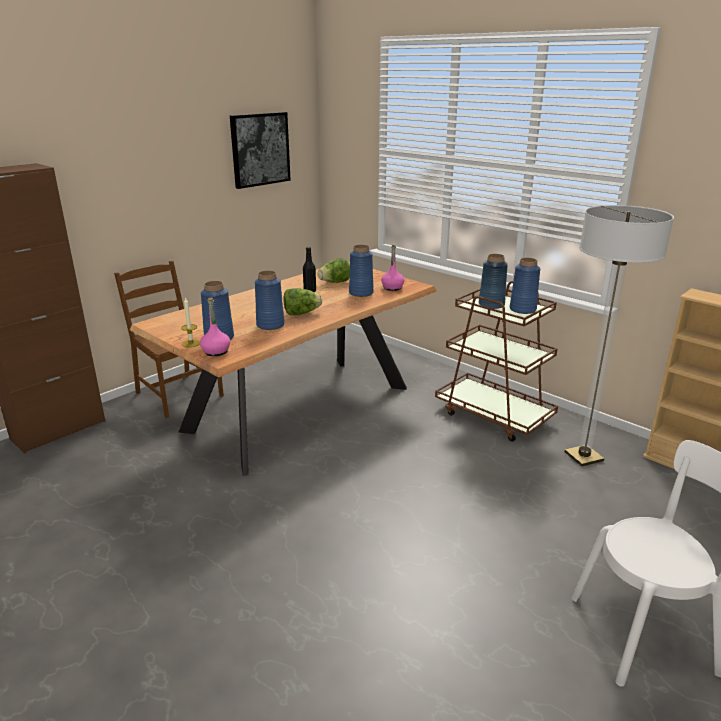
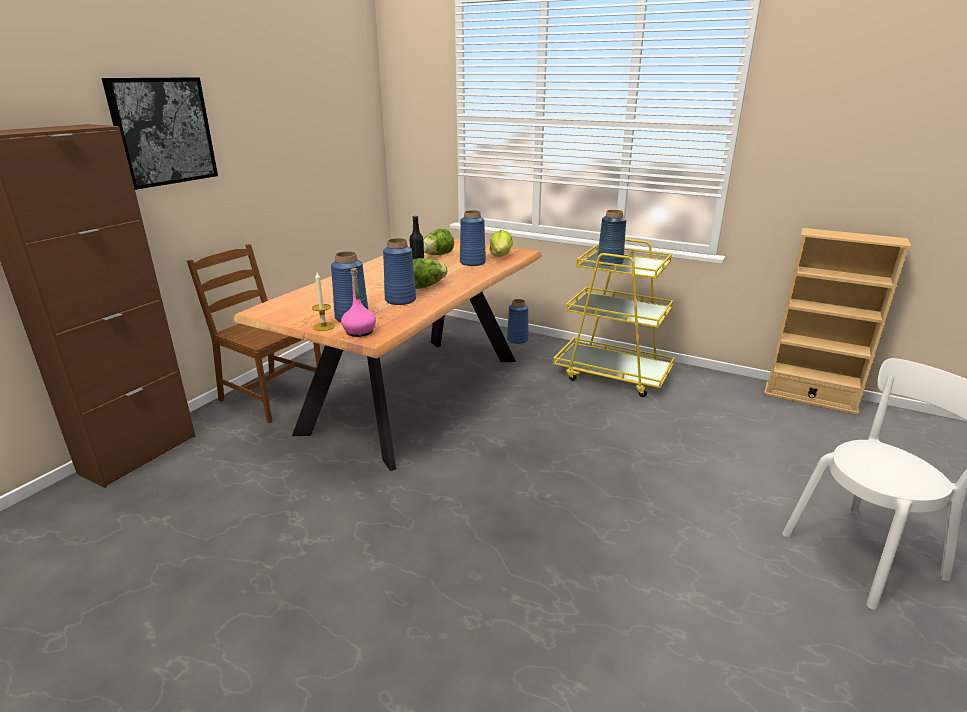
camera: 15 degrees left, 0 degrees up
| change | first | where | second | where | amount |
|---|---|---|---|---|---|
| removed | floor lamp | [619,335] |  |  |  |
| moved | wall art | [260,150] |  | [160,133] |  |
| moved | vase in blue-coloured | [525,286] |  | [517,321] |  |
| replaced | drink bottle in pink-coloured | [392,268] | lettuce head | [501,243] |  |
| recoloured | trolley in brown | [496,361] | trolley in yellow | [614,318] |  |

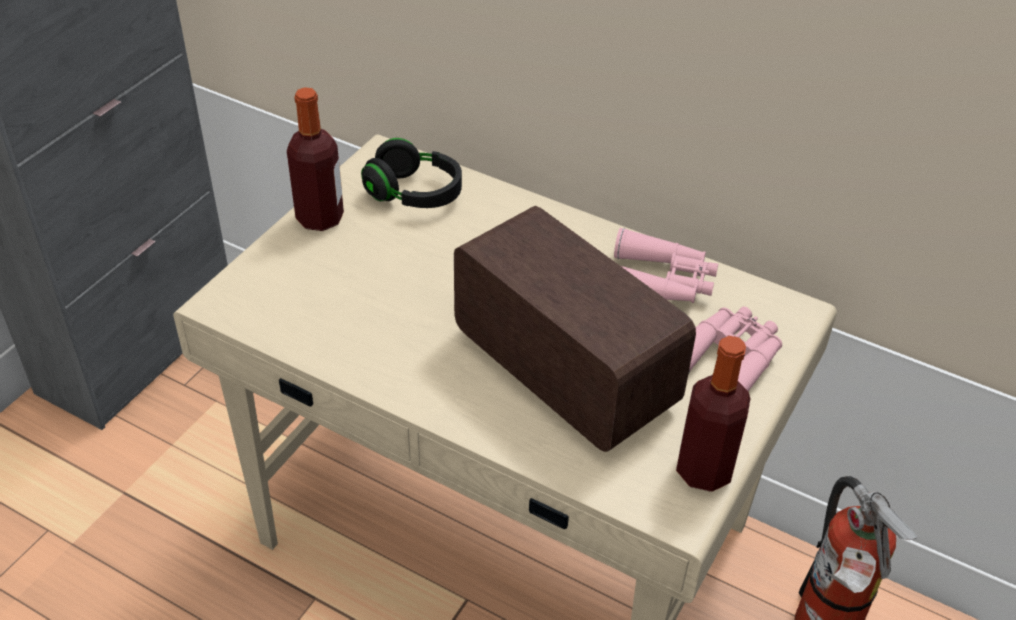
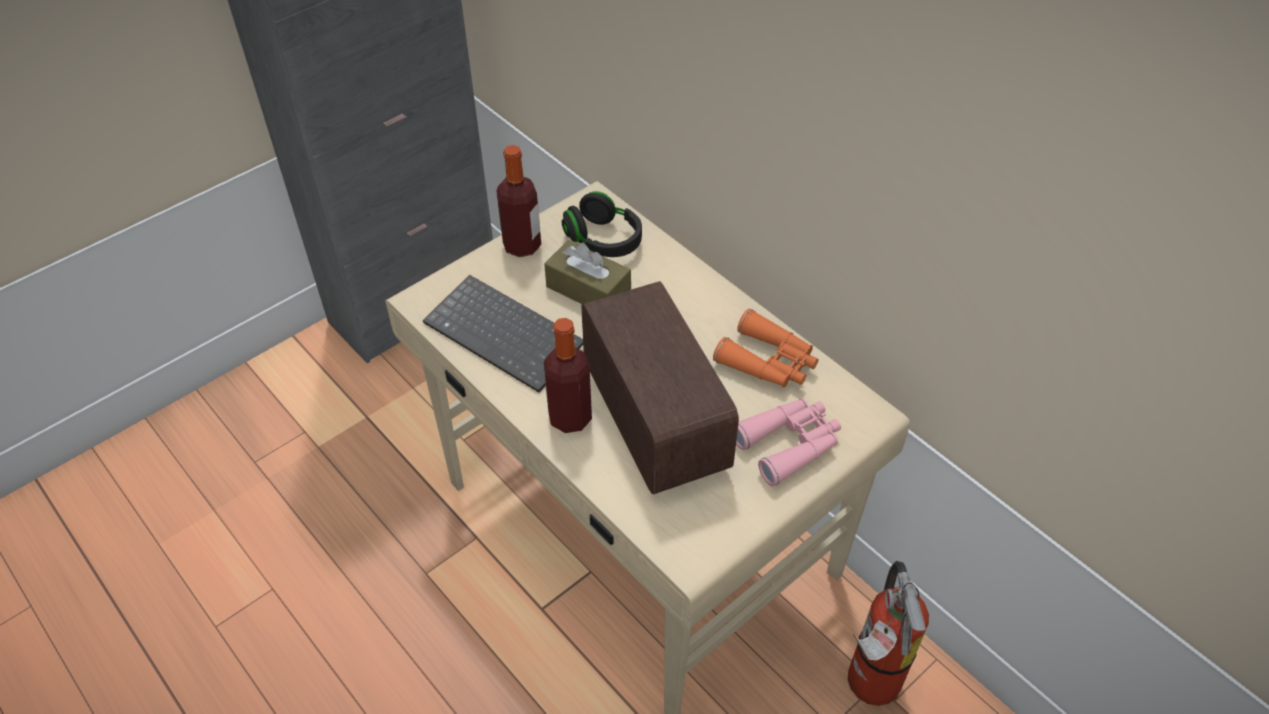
camera: 20 degrees right, 5 degrees up
| change | first | where | second | where | amount |
|---|---|---|---|---|---|
| added |  |  | computer keyboard | [503,334] |  |
| added |  |  | tissue holder in brown | [587,272] |  |
| moved | drink bottle | [713,414] |  | [568,375] |  |
| recoloured | pair of binoculars in pink-coloured | [666,265] | pair of binoculars in orangey | [766,348] |  |

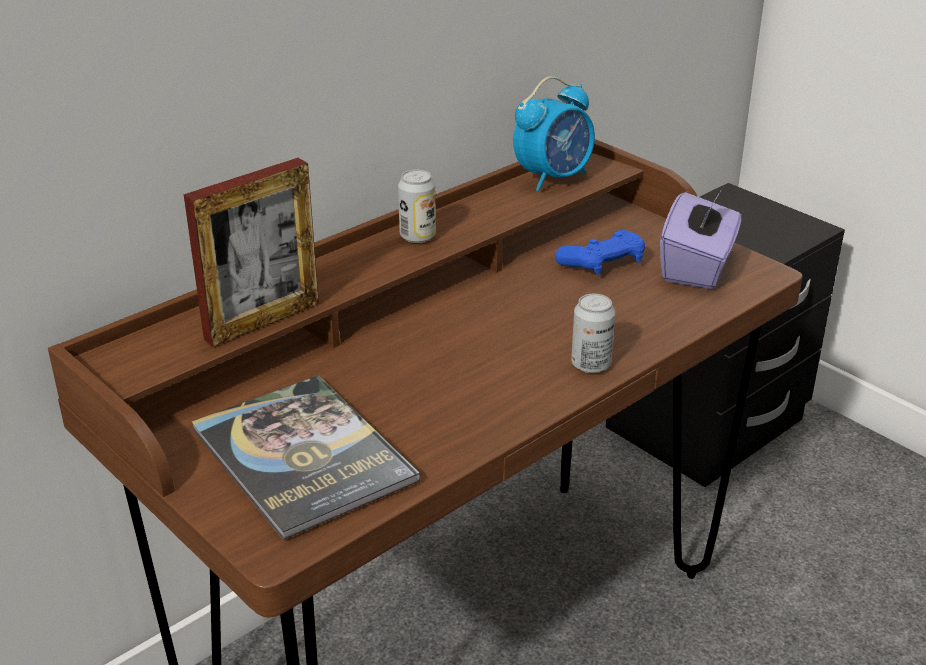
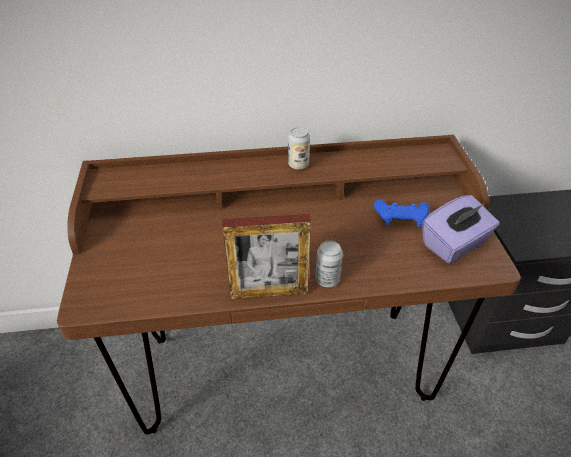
camera: 35 degrees right, 10 degrees up
| change | first | where | second | where | amount |
|---|---|---|---|---|---|
| removed | bound book | [305,457] |  |  |  |
| removed | table clock | [554,133] |  |  |  |
| moved | photo frame | [251,252] |  | [267,256] |  |

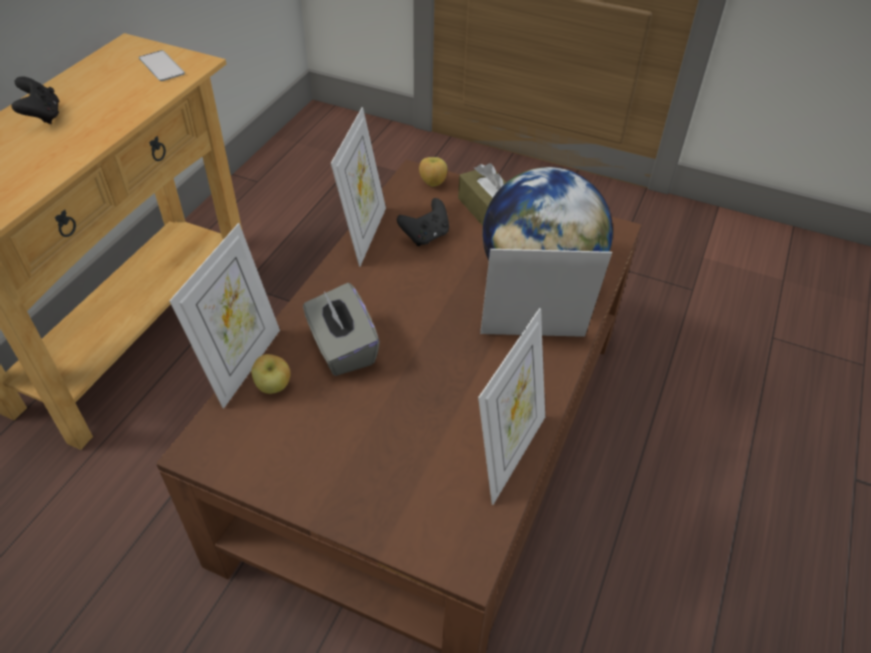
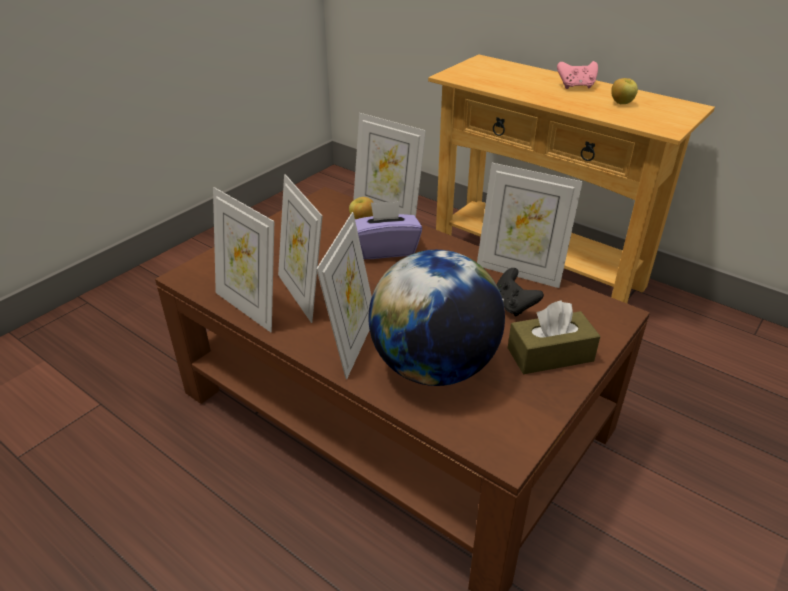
camera: 105 degrees right, 10 degrees down
| change | first | where | second | where | amount |
|---|---|---|---|---|---|
| removed | handset | [162,65] |  |  |  |
| added |  |  | photo frame | [300,248] |  |
| moved | apple | [433,172] |  | [624,91] |  |
| recoloured | game controller in black-coloured | [35,100] | game controller in pink-coloured | [577,75] |  |
| recoloured | tissue holder in greyish | [341,329] | tissue holder in purplish | [388,230] |  |

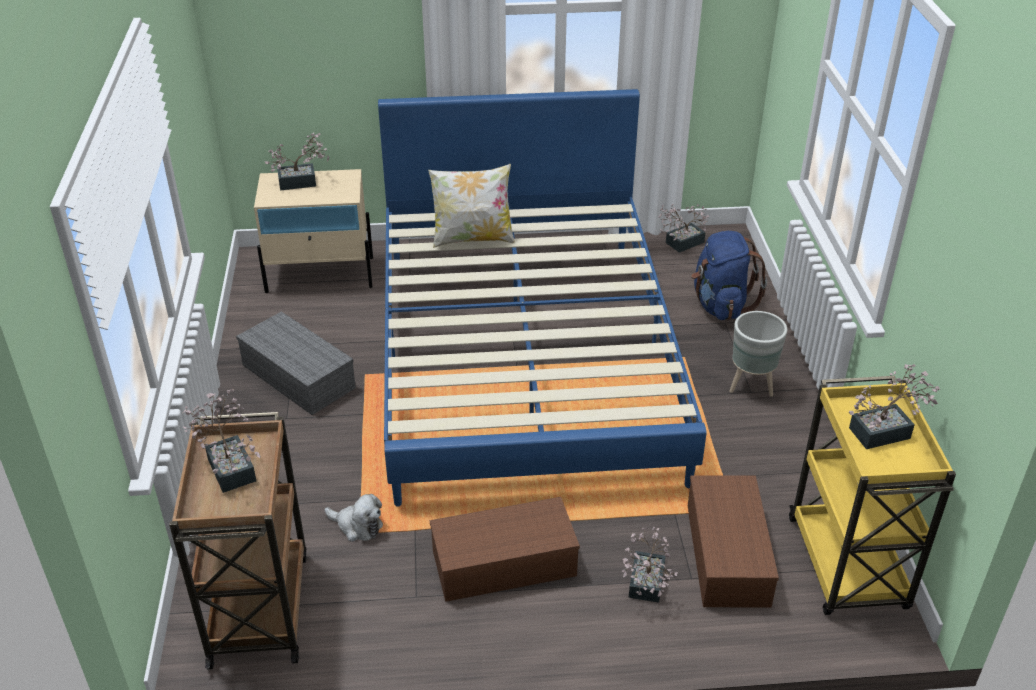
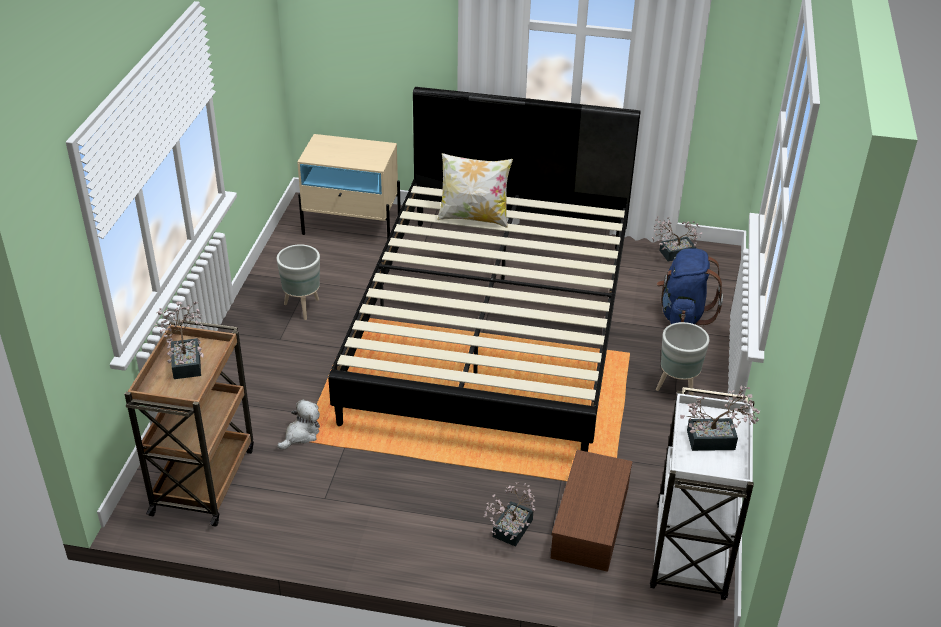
camera: 15 degrees right, 0 degrees up
| change | first | where | second | where | amount |
|---|---|---|---|---|---|
| removed | plant in a pot | [297,161] |  |  |  |
| removed | storage box in brown | [505,549] |  |  |  |
| replaced | storage box in greyish | [296,363] | flower pot in greyish | [298,282] |  |
| recoloured | bed in blue-coloured | [542,298] | bed in black-coloured | [484,269] |  |
| recoloured | trolley in yellow | [872,495] | trolley in white | [702,493] |  |
| turned | soft toy | [354,518] |  | [298,425] | 90 degrees counterclockwise |

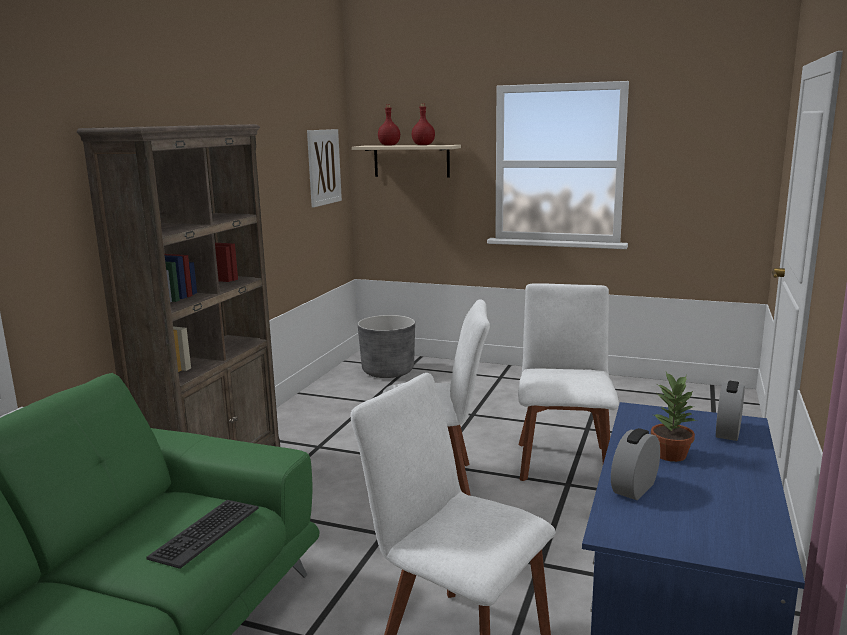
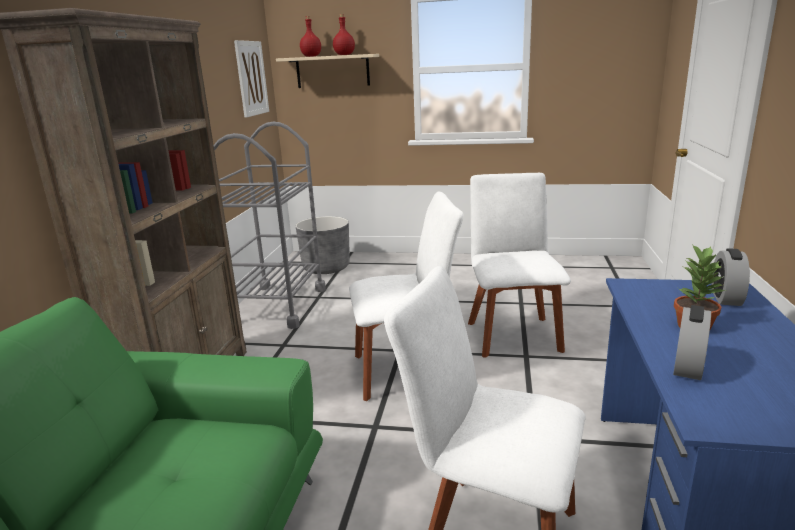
camera: 10 degrees left, 5 degrees up
| change | first | where | second | where | amount |
|---|---|---|---|---|---|
| removed | computer keyboard | [202,534] |  |  |  |
| added |  |  | trolley in greyish | [270,225] |  |

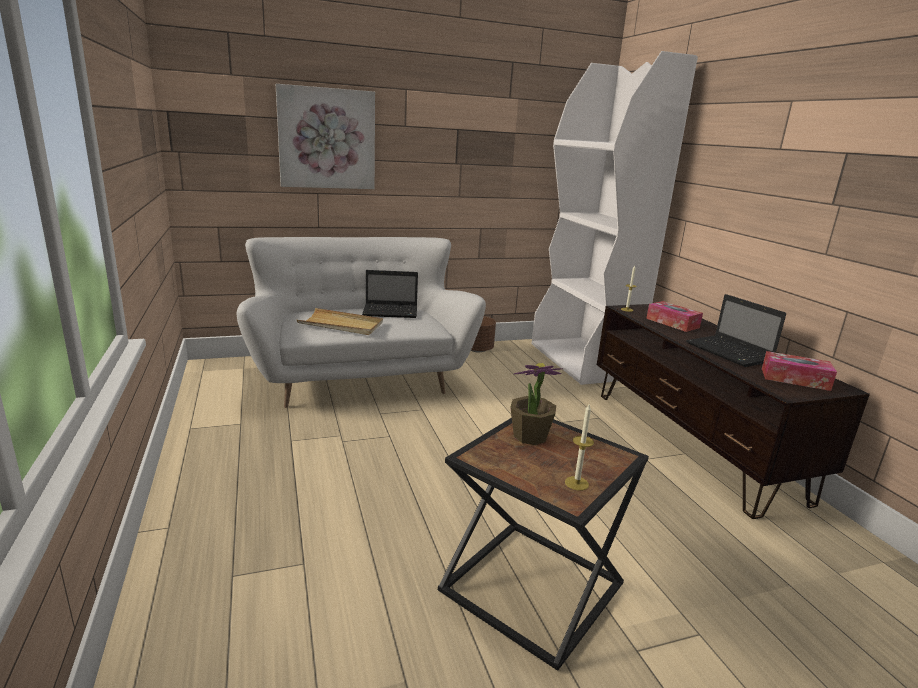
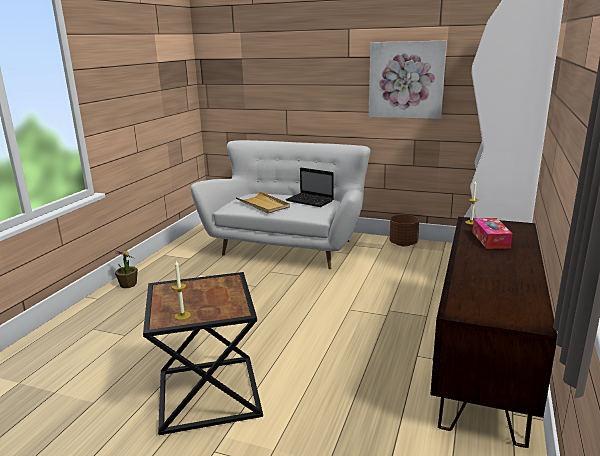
camera: 40 degrees right, 0 degrees up
| change | first | where | second | where | amount |
|---|---|---|---|---|---|
| removed | laptop | [736,330] |  |  |  |
| removed | tissue holder | [799,371] |  |  |  |
| moved | wall art | [325,136] |  | [408,80] |  |
| moved | plant in a pot | [536,404] |  | [126,269] |  |

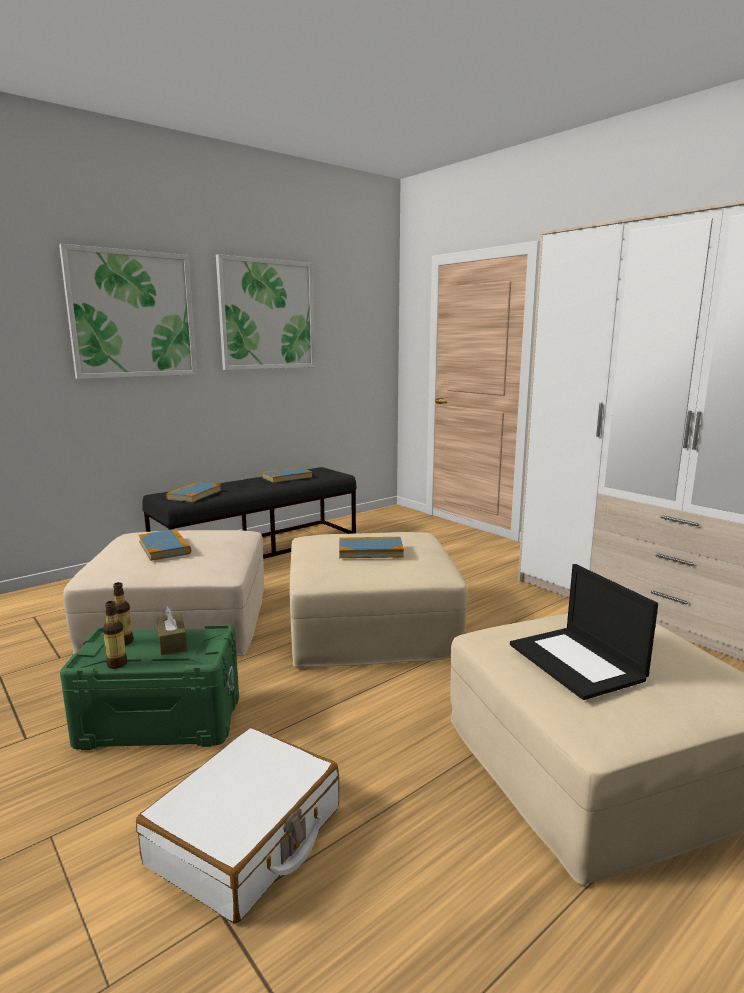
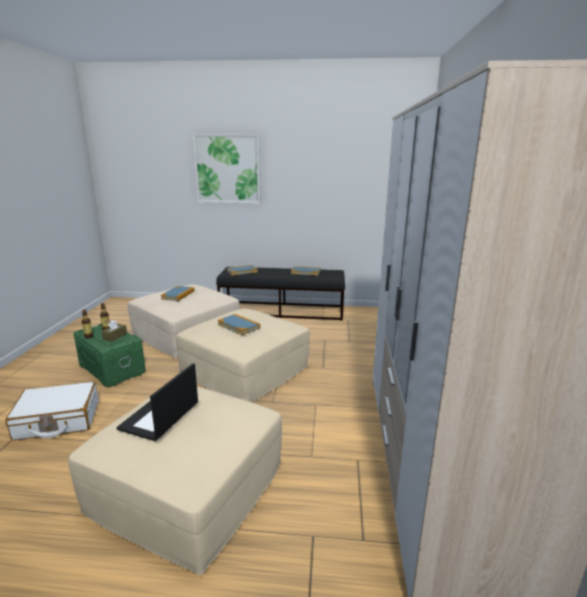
camera: 45 degrees right, 5 degrees up
| change | first | where | second | where | amount |
|---|---|---|---|---|---|
| removed | wall art | [265,312] |  |  |  |

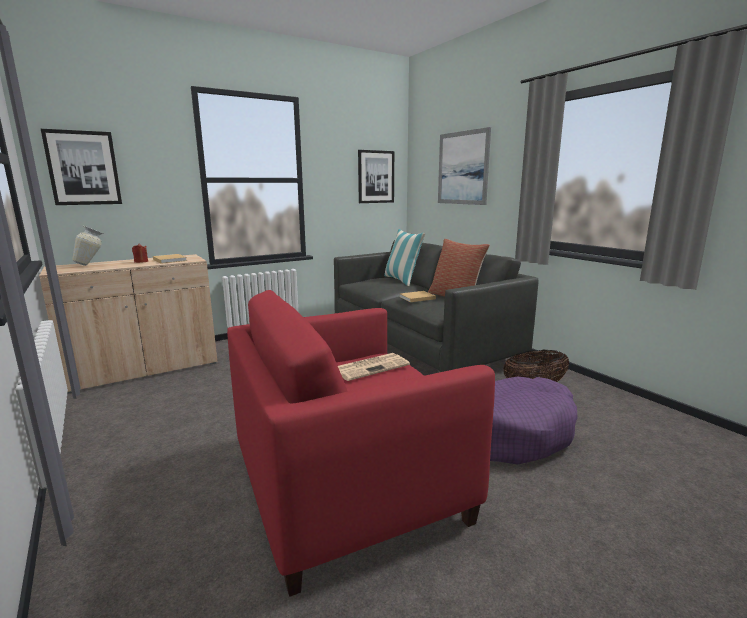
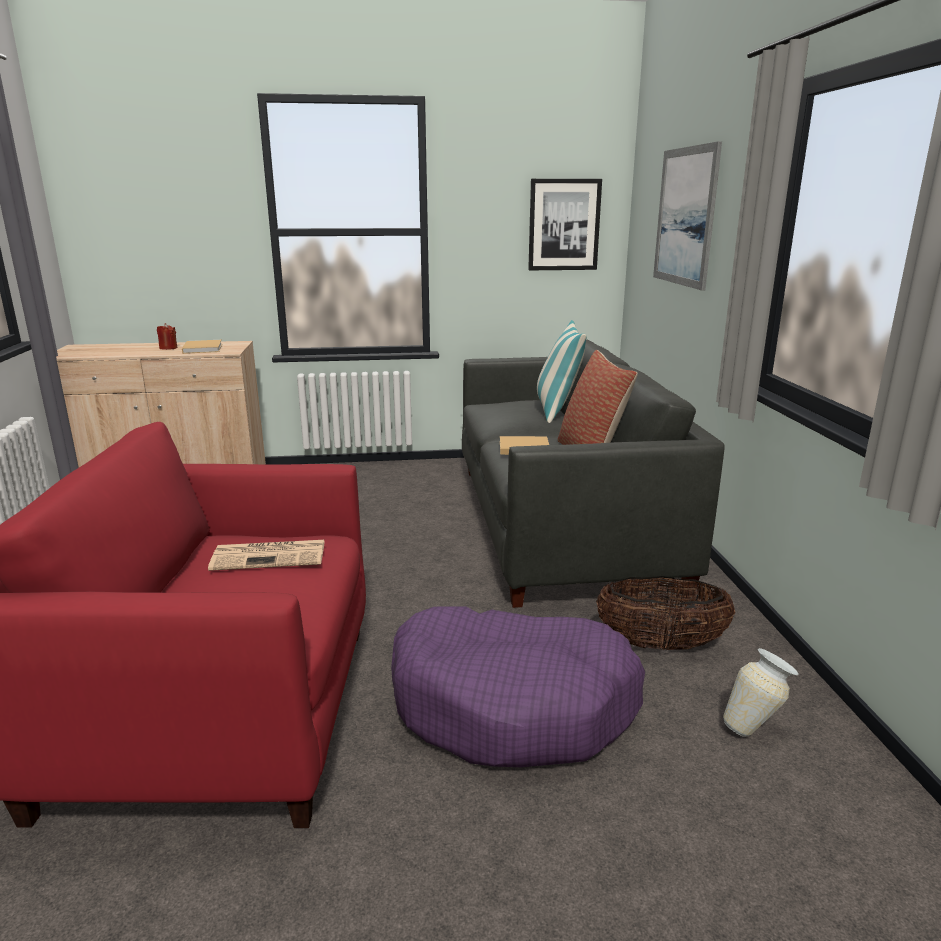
camera: 25 degrees right, 5 degrees up
| change | first | where | second | where | amount |
|---|---|---|---|---|---|
| removed | wall art | [81,167] |  |  |  |
| moved | vase | [88,246] |  | [761,692] |  |

